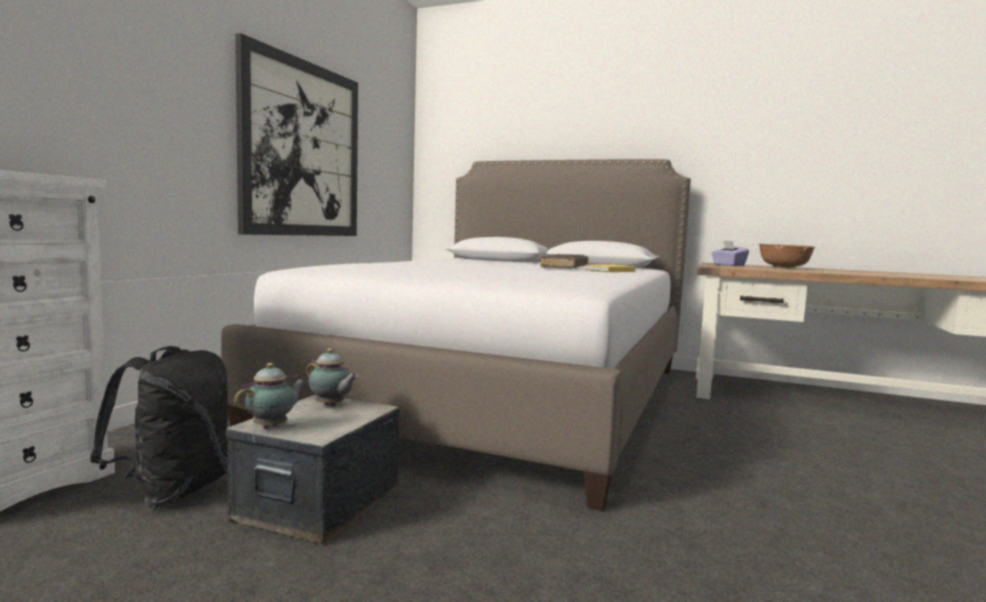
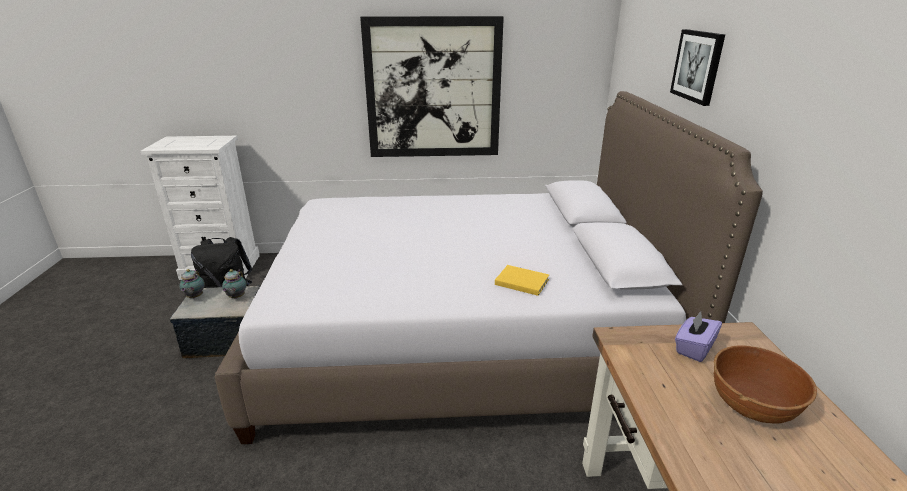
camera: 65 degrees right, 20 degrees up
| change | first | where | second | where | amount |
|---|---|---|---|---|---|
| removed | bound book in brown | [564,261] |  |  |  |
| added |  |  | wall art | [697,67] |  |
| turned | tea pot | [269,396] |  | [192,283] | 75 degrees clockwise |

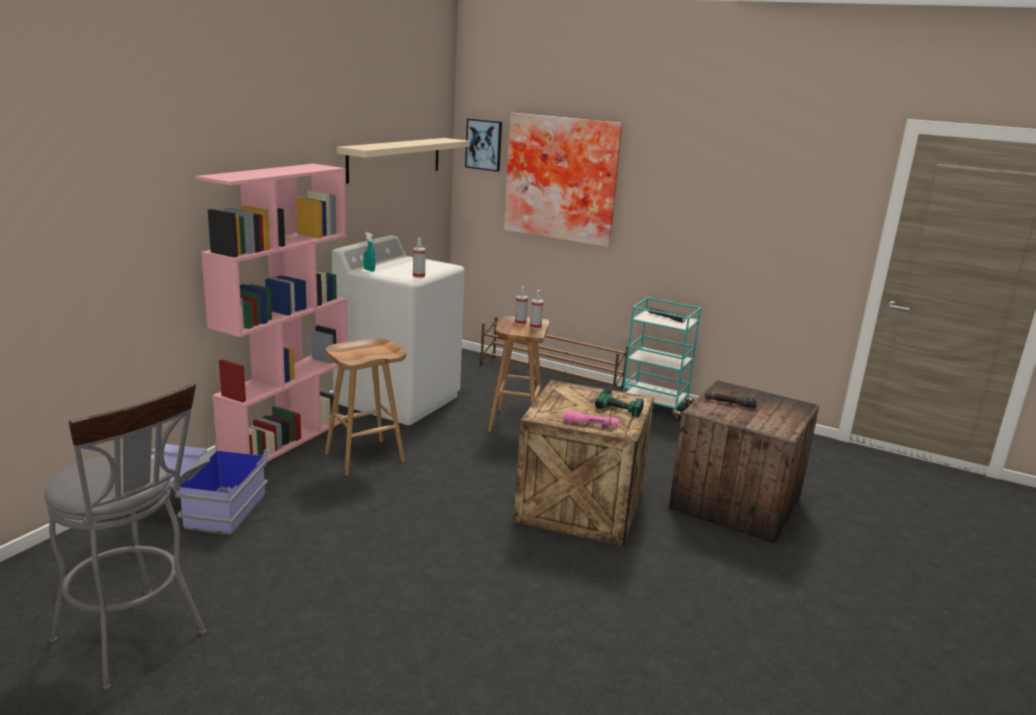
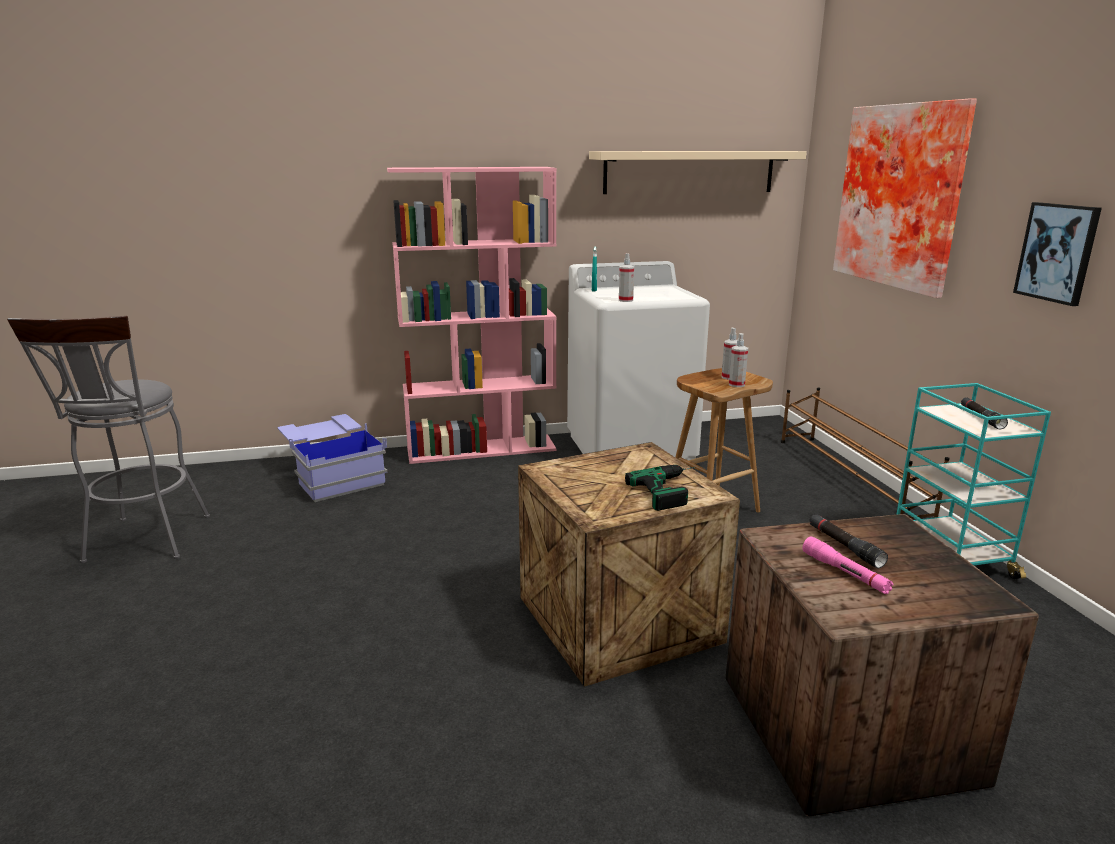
camera: 50 degrees right, 0 degrees up
| change | first | where | second | where | amount |
|---|---|---|---|---|---|
| removed | stool in brown | [365,406] |  |  |  |
| moved | wall art | [483,145] |  | [1057,254] |  |
| moved | flashlight in pink-coloured | [591,419] |  | [847,565] |  |

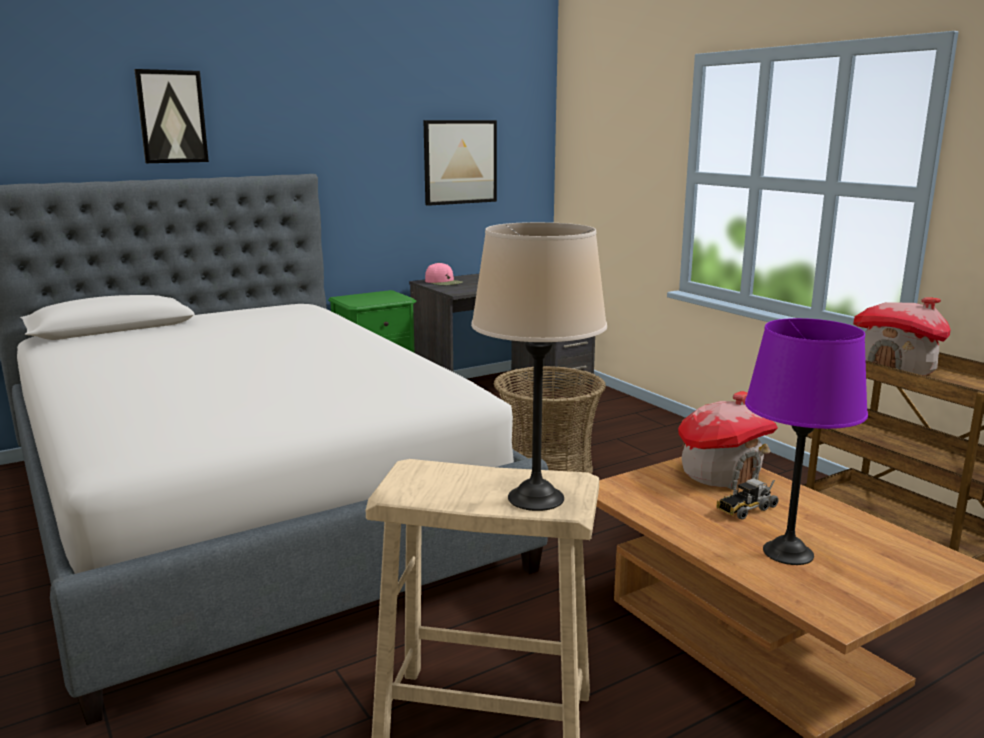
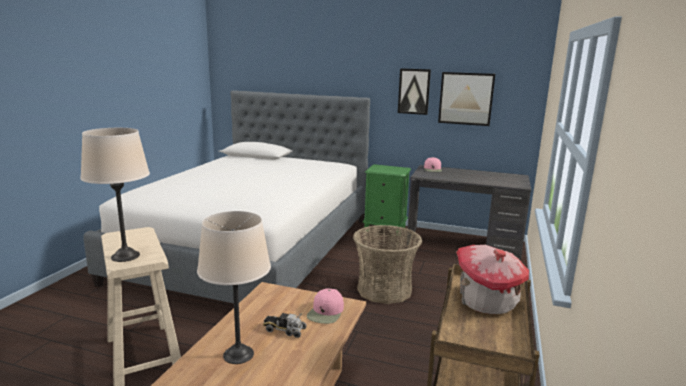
camera: 50 degrees right, 0 degrees up
| change | first | where | second | where | amount |
|---|---|---|---|---|---|
| moved | wall art | [171,116] |  | [414,91] |  |
| replaced | miniature house | [728,440] | baseball cap in pink-coloured | [325,306] |  |
| recoloured | lamp for a table in purplish | [806,441] | lamp for a table in beige-coloured | [234,287] |  |

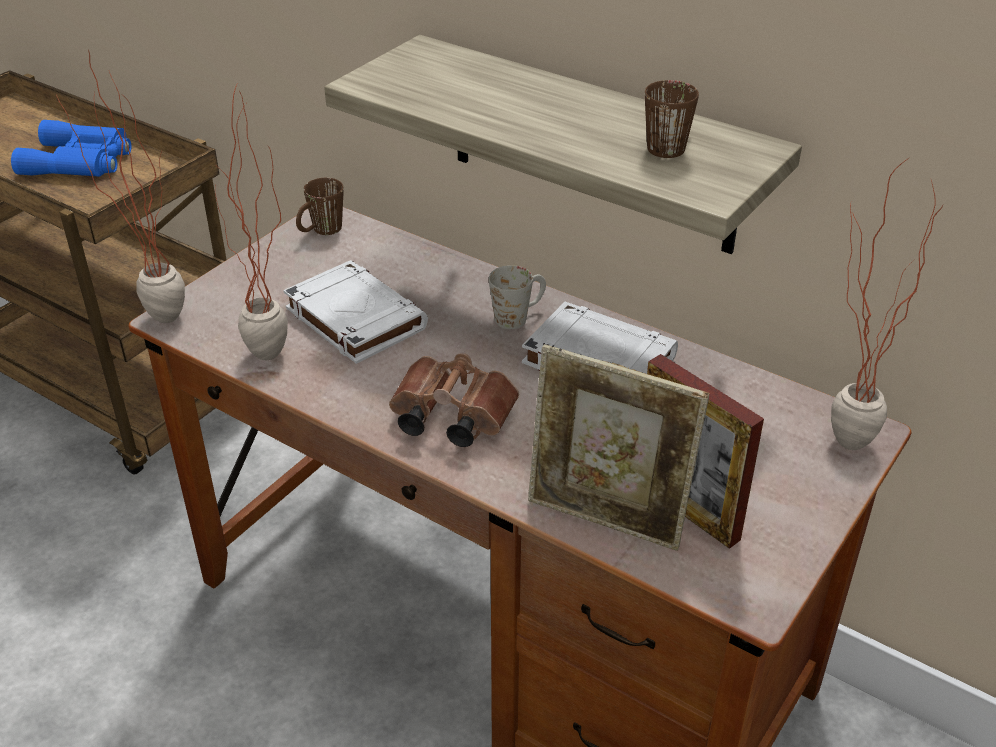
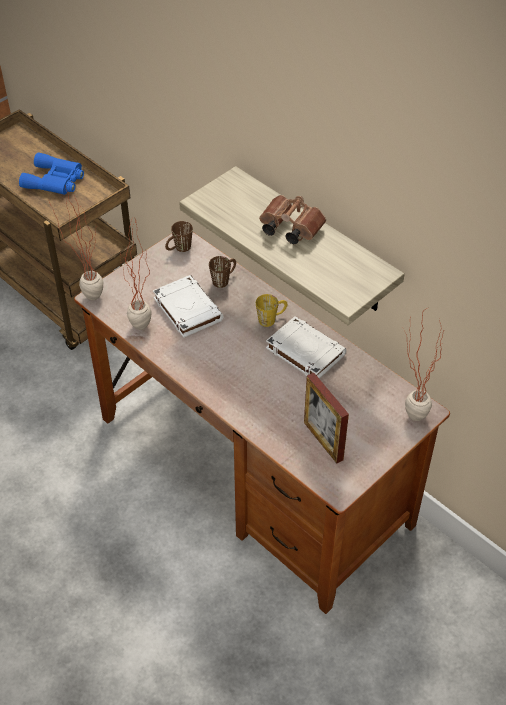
camera: 10 degrees right, 10 degrees up
| change | first | where | second | where | amount |
|---|---|---|---|---|---|
| removed | photo frame | [618,447] |  |  |  |
| moved | pair of binoculars in brown | [454,400] |  | [292,219] |  |
| moved | coffee mug in brown | [672,119] |  | [222,272] |  |
| recoloured | coffee mug in white | [517,297] | coffee mug in yellow | [272,310] |  |

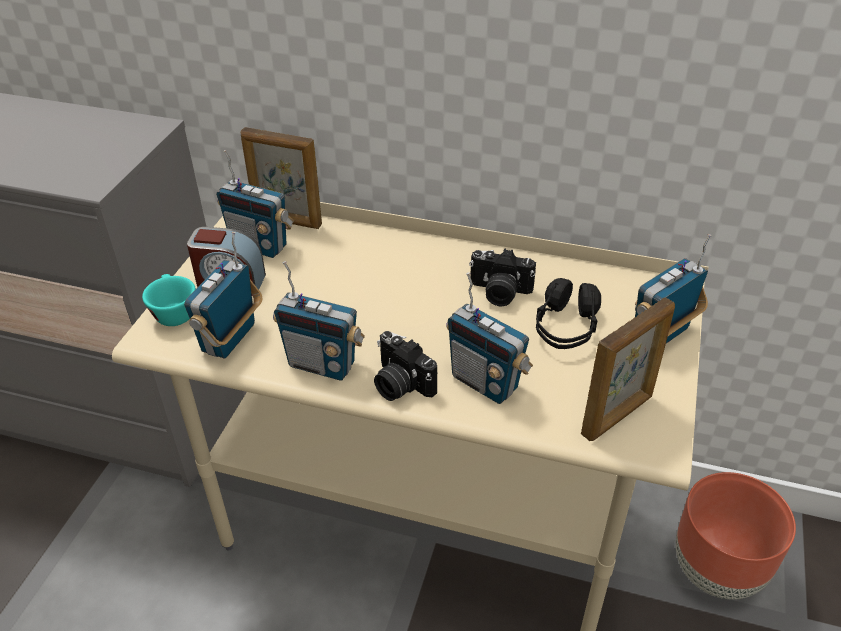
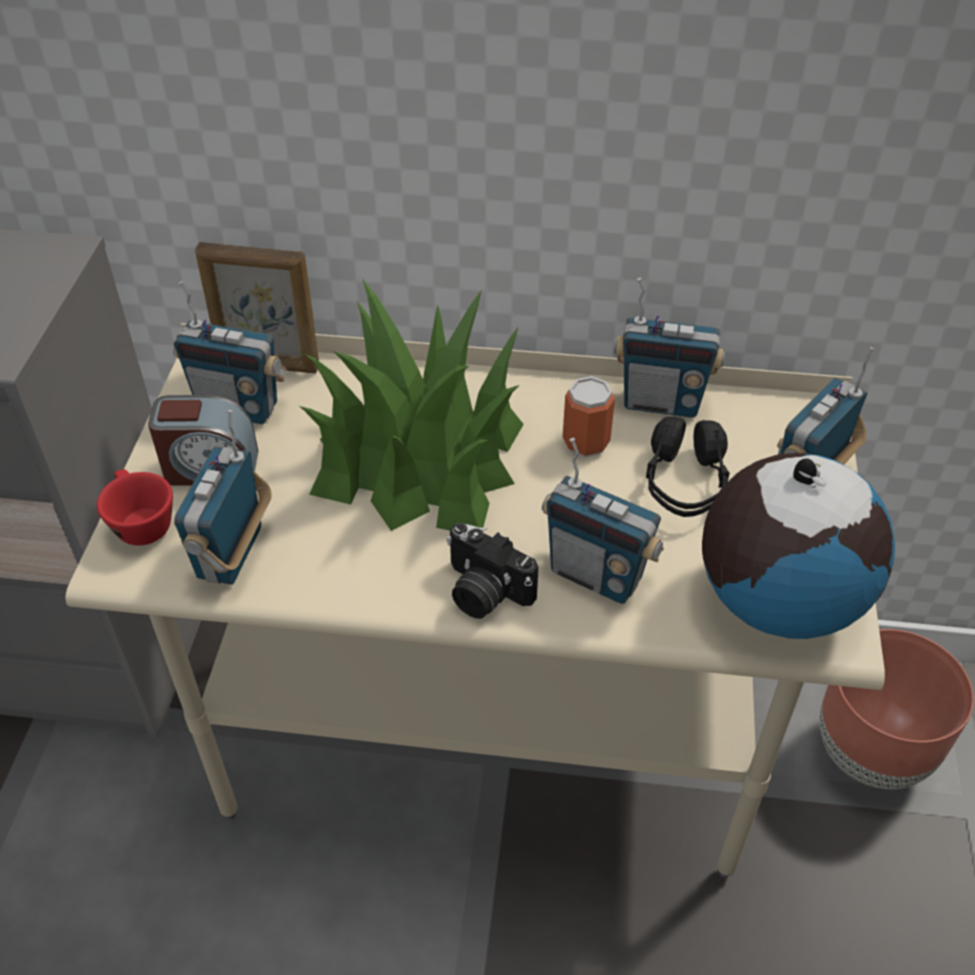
camera: 10 degrees left, 5 degrees up
| change | first | where | second | where | amount |
|---|---|---|---|---|---|
| added |  |  | plant in a pot | [411,404] |  |
| moved | radio set | [319,321] |  | [669,348] |  |
| replaced | photo camera | [502,277] | sealed can | [589,416] |  |
| replaced | photo frame | [628,369] | globe | [798,546] |  |
| recoloured | small cup in turquoise | [169,300] | small cup in reddish | [135,507] |  |

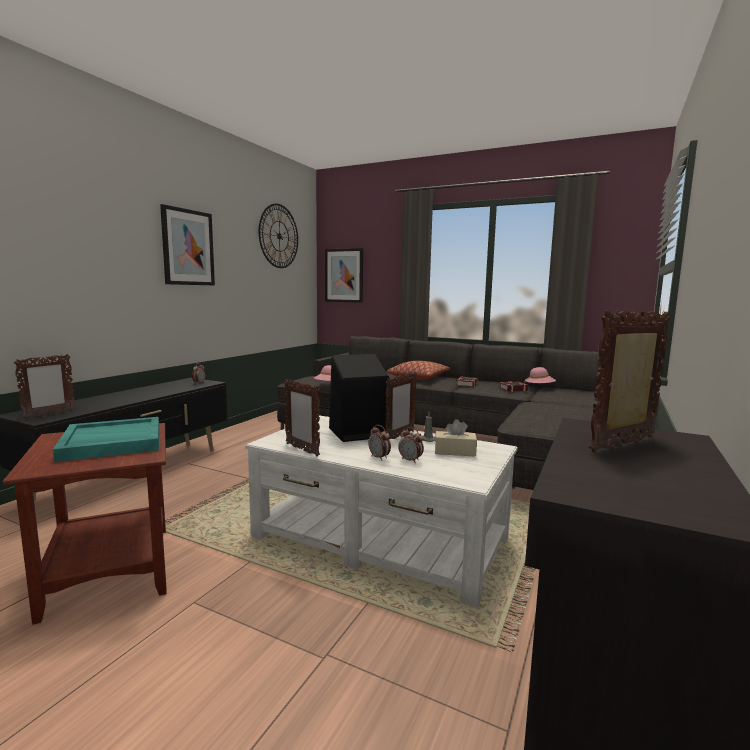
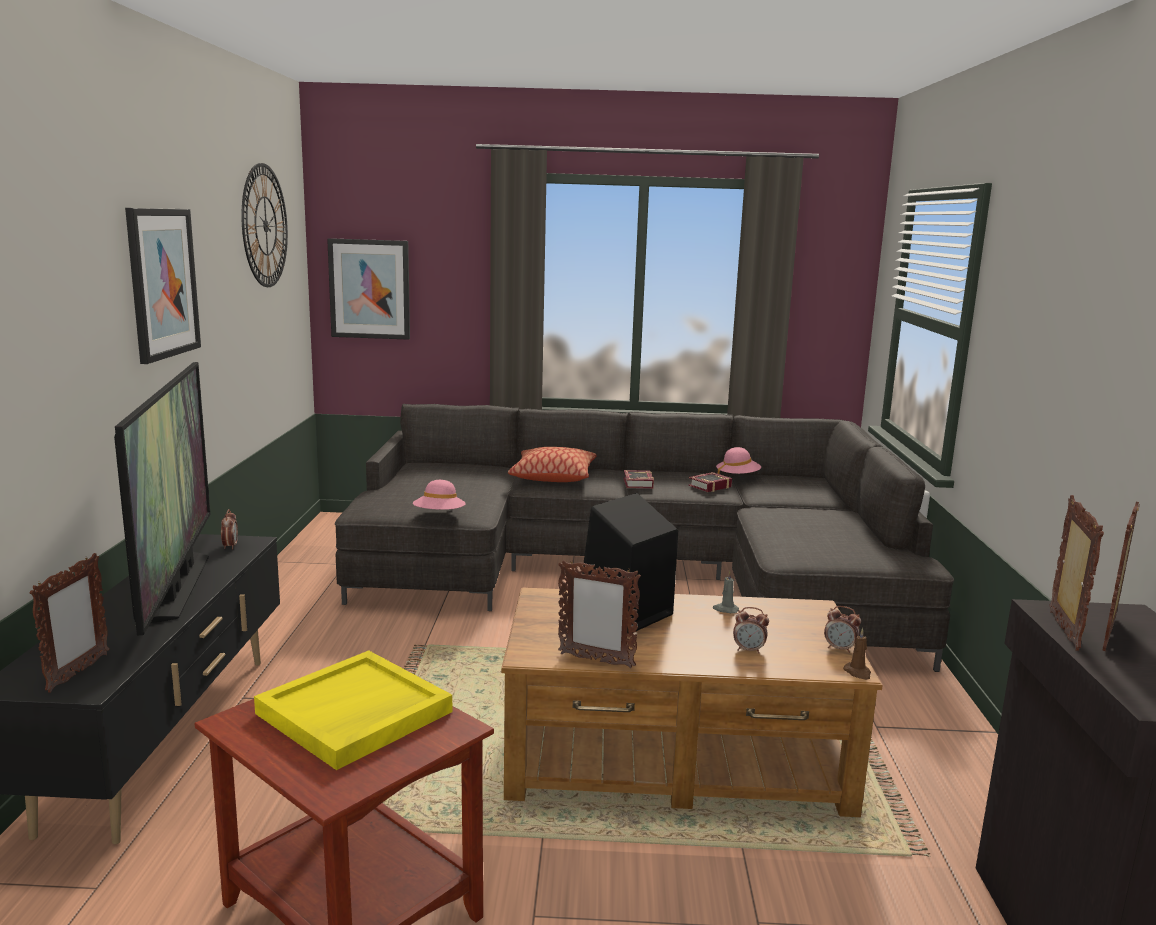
camera: 25 degrees left, 5 degrees up
| change | first | where | second | where | amount |
|---|---|---|---|---|---|
| removed | tissue holder in beige-coloured | [456,438] |  |  |  |
| added |  |  | TV set | [162,498] |  |
| added |  |  | candle in brown | [857,654] |  |
| moved | table clock | [379,443] |  | [842,629] |  |
| moved | photo frame | [401,406] |  | [1076,573] |  |
| recoloured | carrying tray in turquoise | [106,439] | carrying tray in yellow | [353,710] |  |
| recoloured | coffee table in white | [381,511] | coffee table in brown | [692,702] |  |

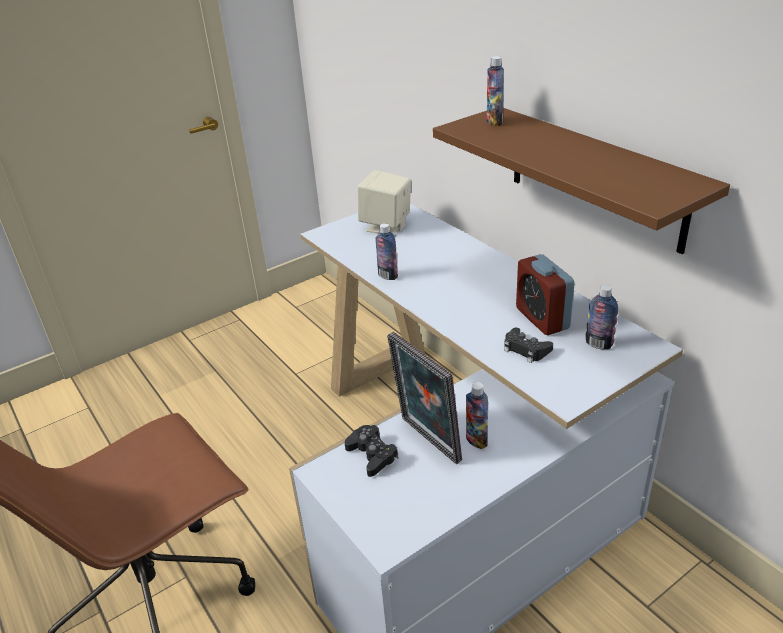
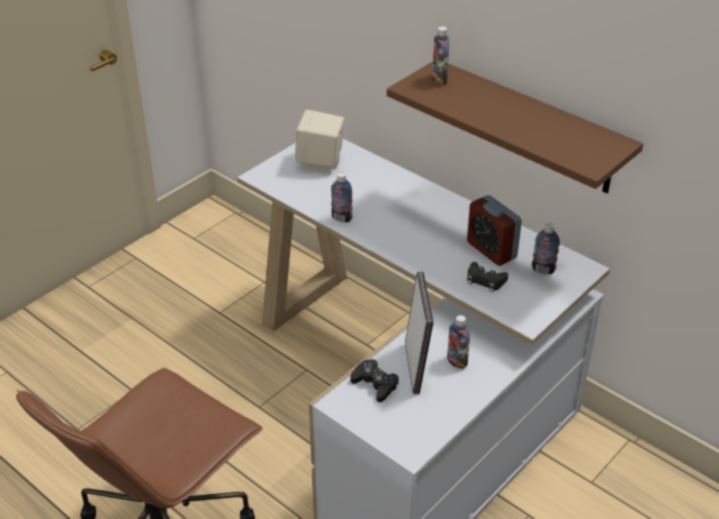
camera: 15 degrees left, 5 degrees up
| change | first | where | second | where | amount |
|---|---|---|---|---|---|
| turned | photo frame | [424,398] |  | [419,333] | 135 degrees counterclockwise |

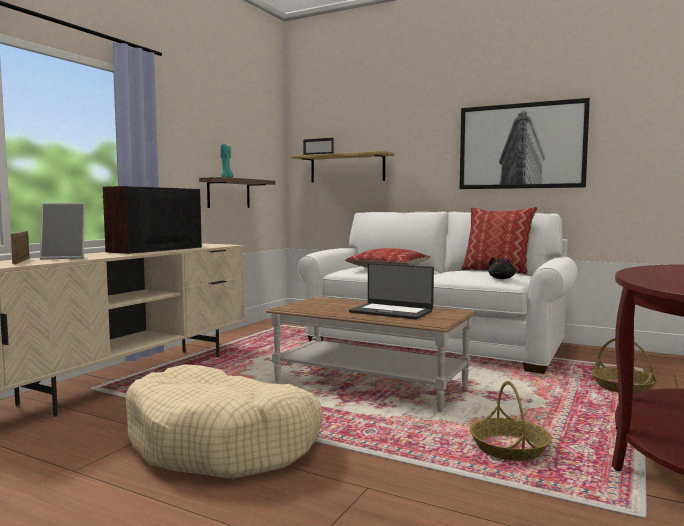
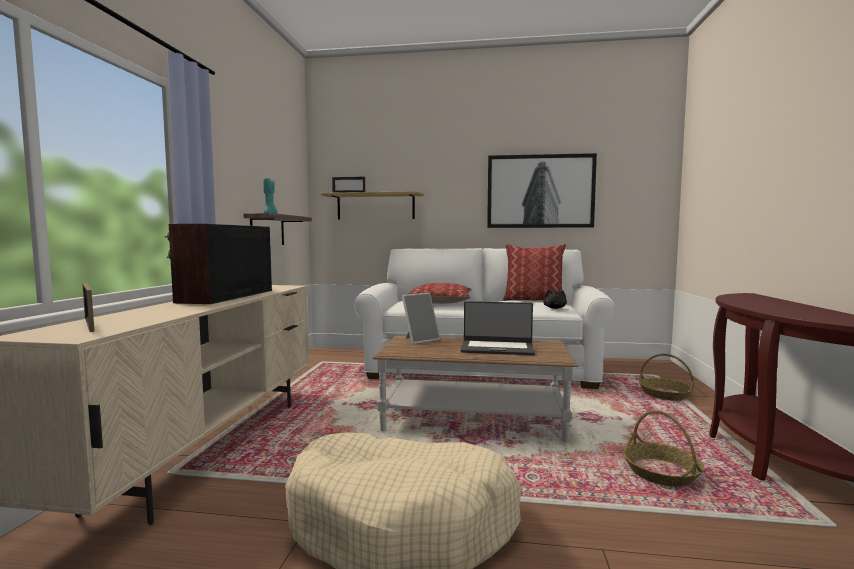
camera: 20 degrees left, 0 degrees up
| change | first | where | second | where | amount |
|---|---|---|---|---|---|
| moved | photo frame | [62,231] |  | [421,318] |  |

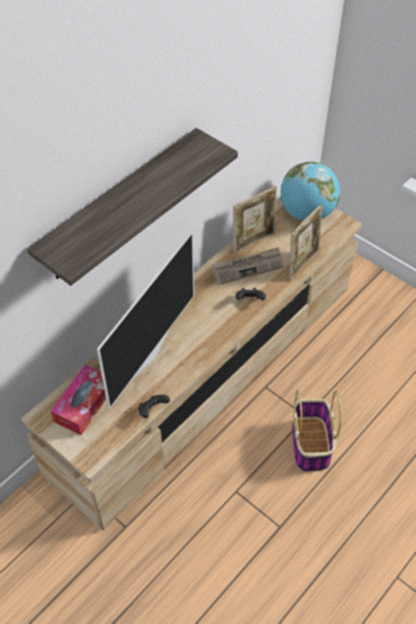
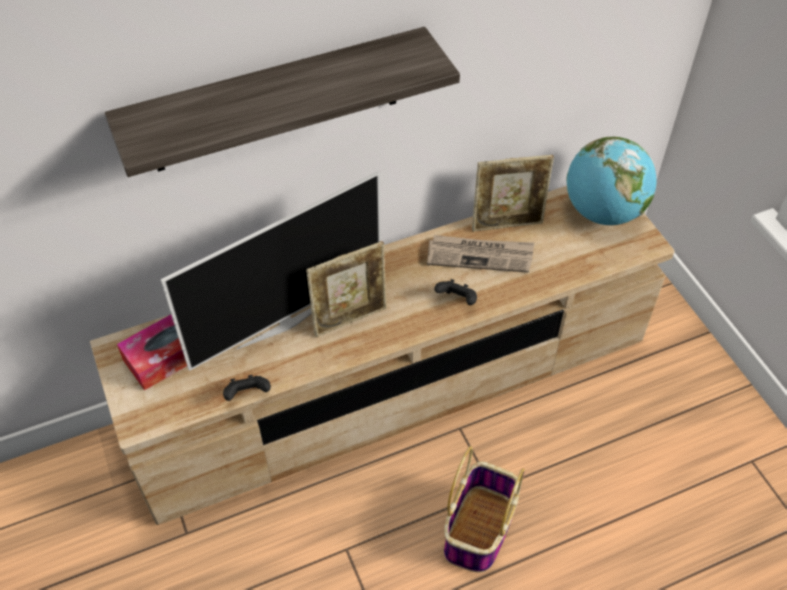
camera: 25 degrees right, 0 degrees up
| change | first | where | second | where | amount |
|---|---|---|---|---|---|
| moved | photo frame | [306,242] |  | [346,289] |  |

